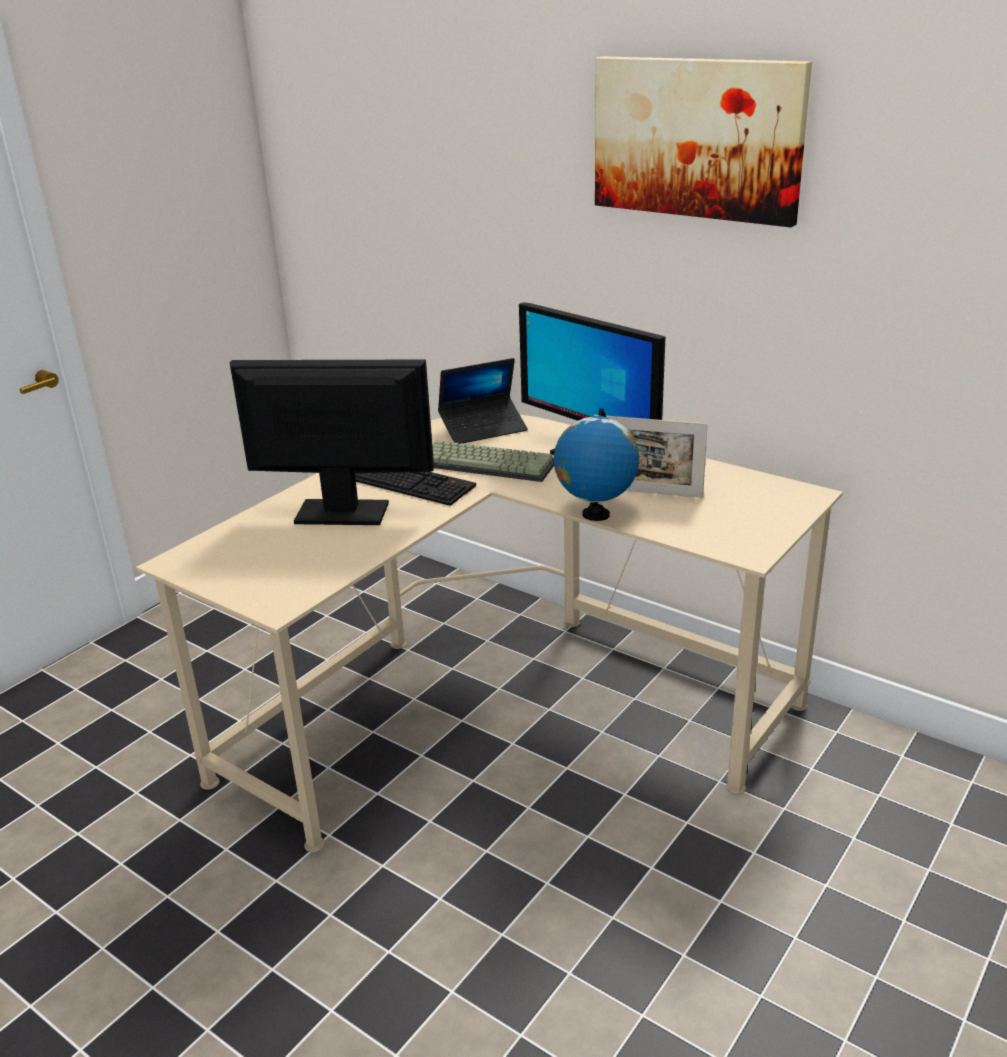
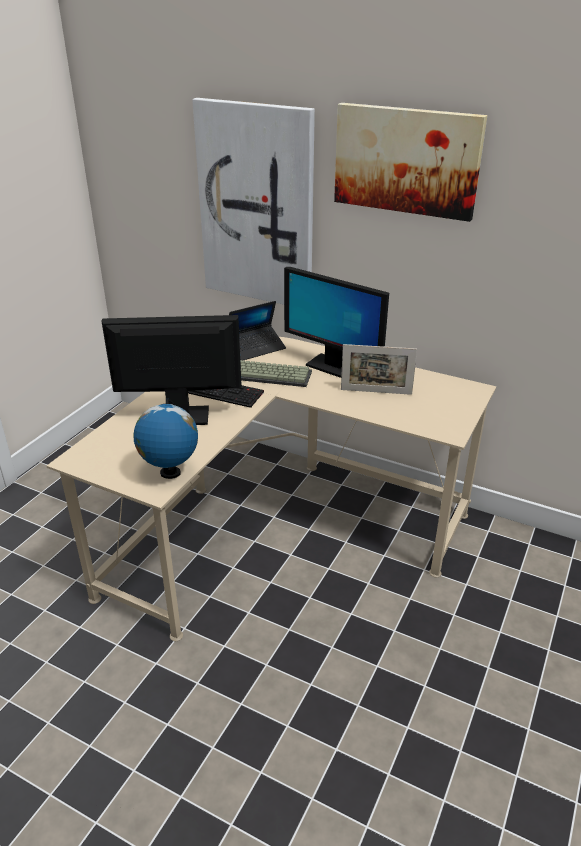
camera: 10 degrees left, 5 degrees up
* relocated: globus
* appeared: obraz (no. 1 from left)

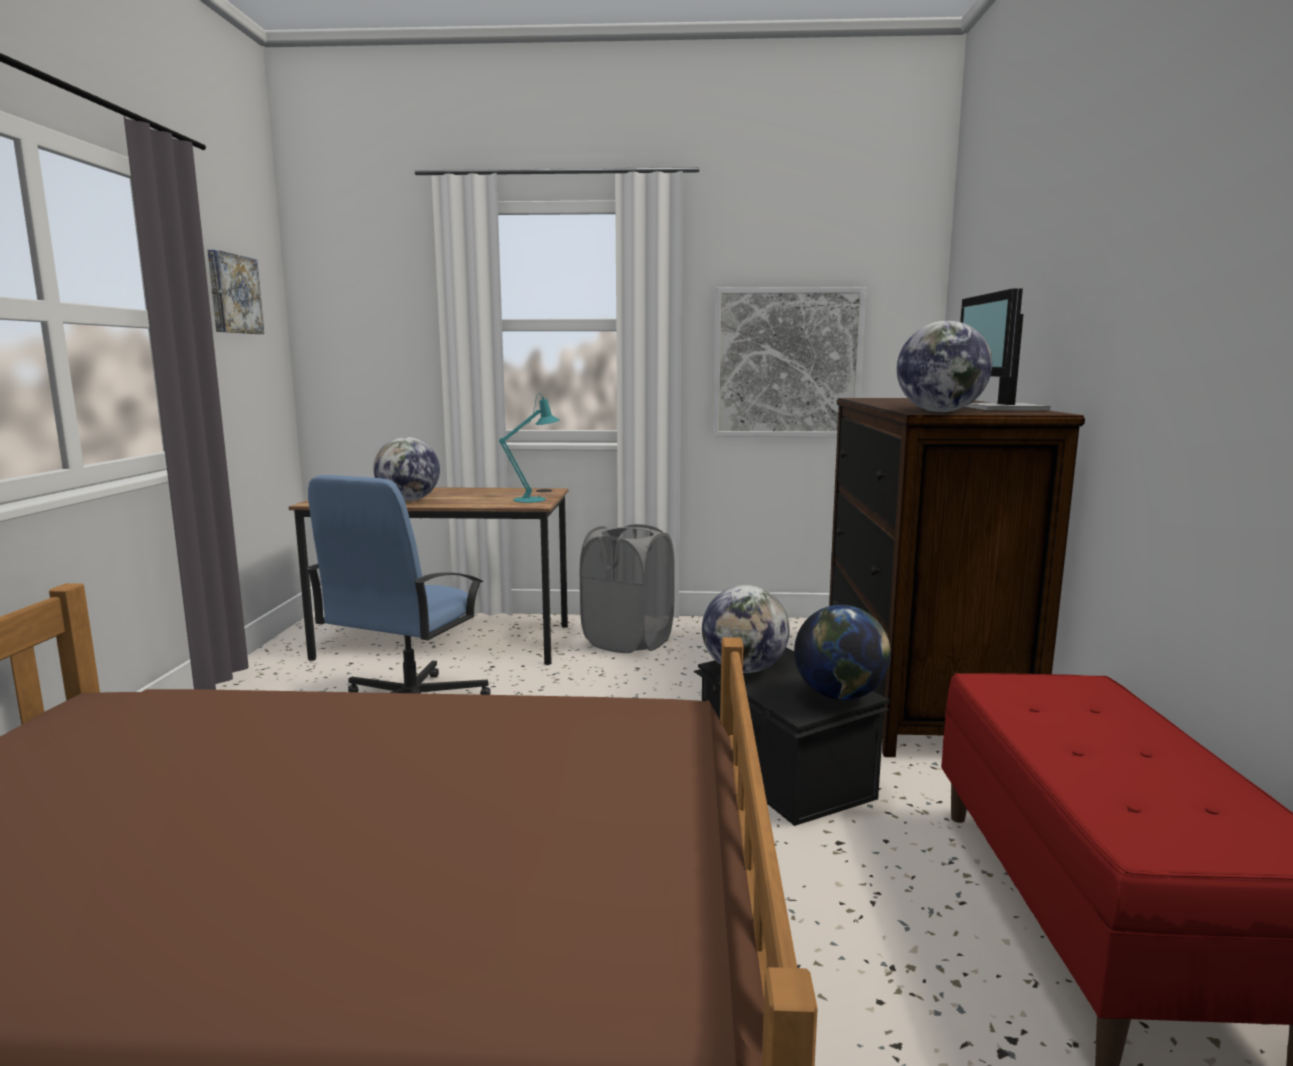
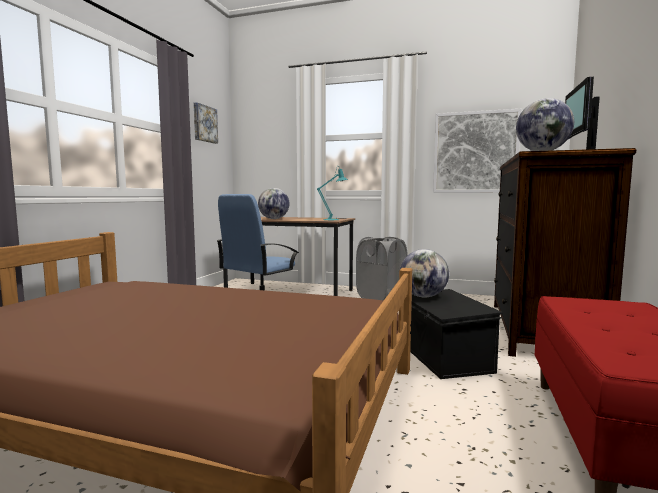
camera: 15 degrees right, 5 degrees down
* missing: globus (no. 3 from left)

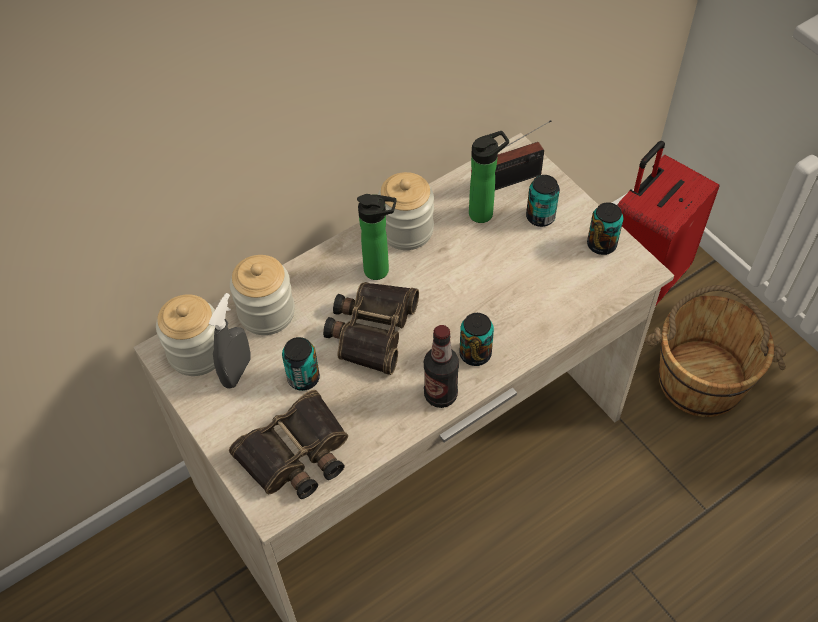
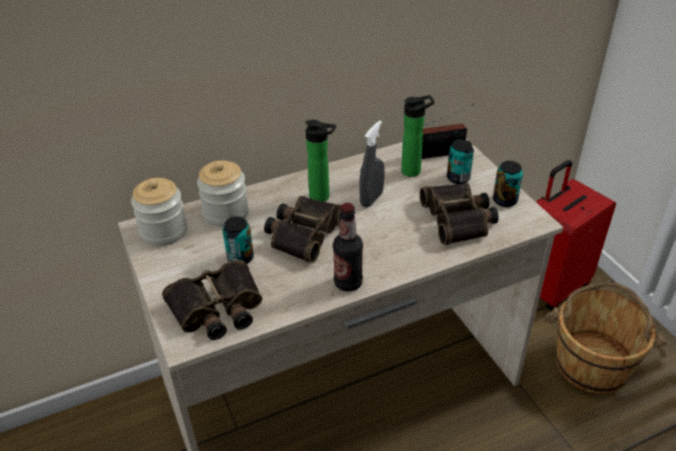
camera: 10 degrees right, 15 degrees down
* relocated: spryskiwacz (szary)
* missing: słoik (no. 3 from left)
* missing: puszka (no. 2 from left)
* appeared: lornetka (no. 3 from left)

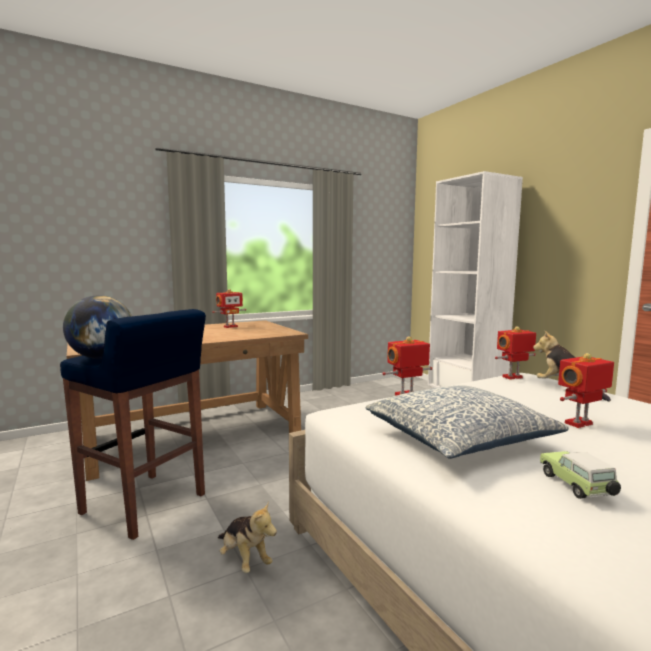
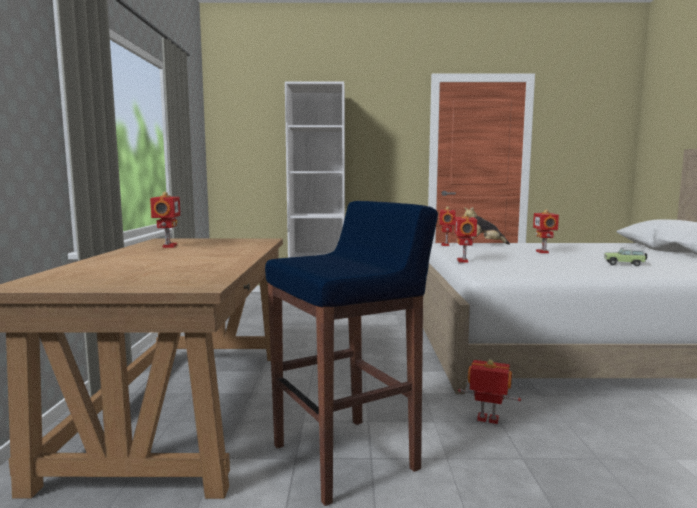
camera: 60 degrees left, 0 degrees up
* missing: globus
* exchanged: pluszak (no. 1 from left) to robot zabawkowy (no. 4 from left)
* missing: poduszka

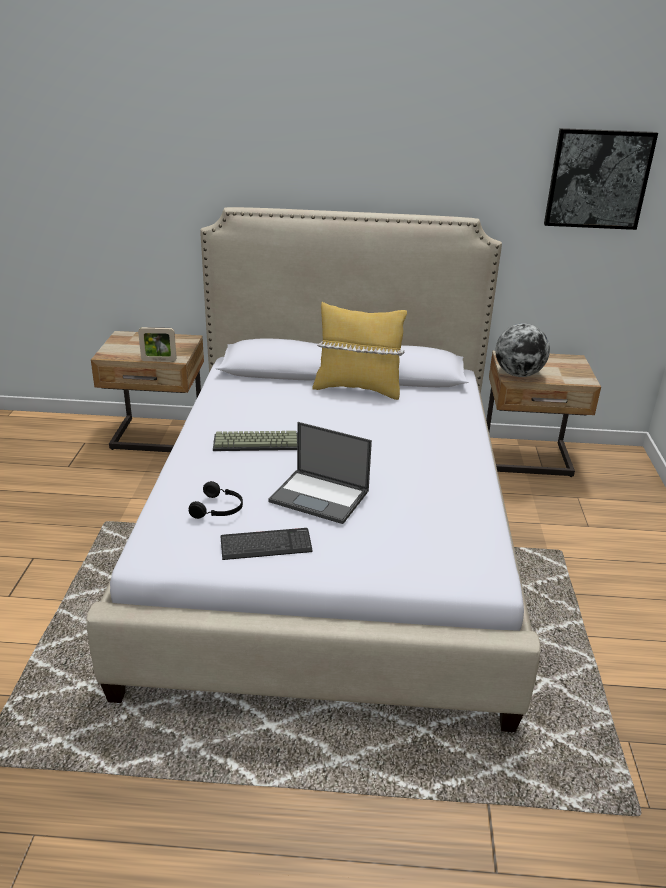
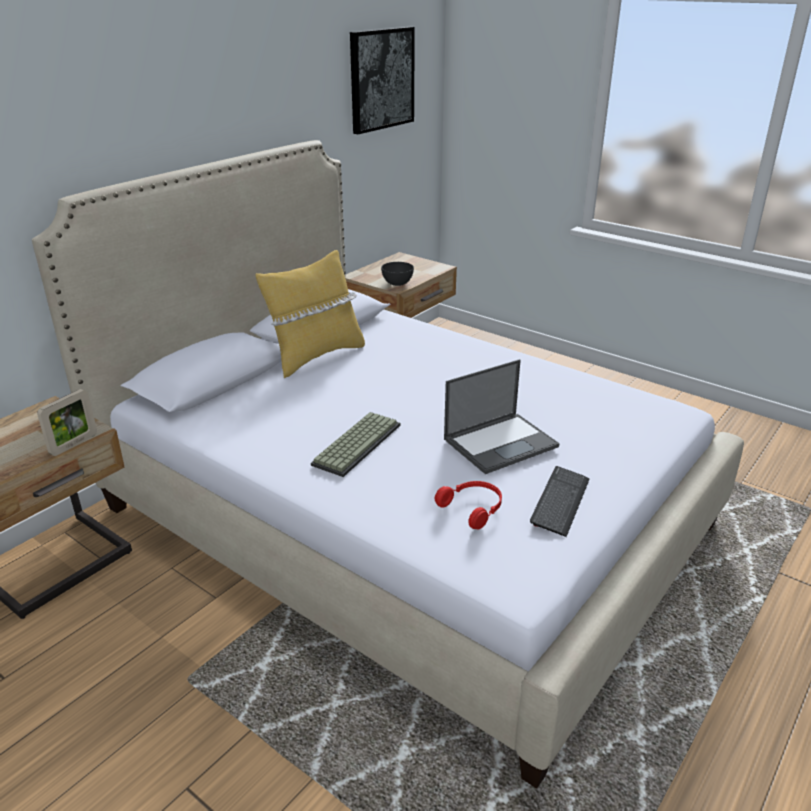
camera: 55 degrees left, 0 degrees up
* colour: słuchawki (czarny) to słuchawki (czerwony)
* exchanged: globus to miska (szary)

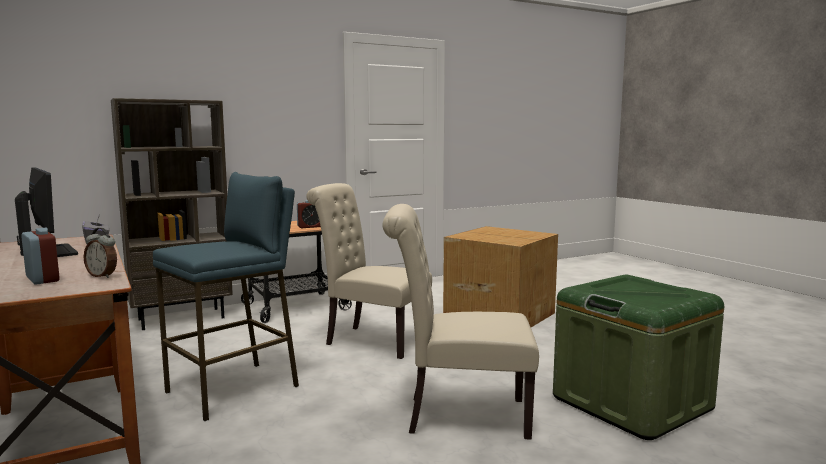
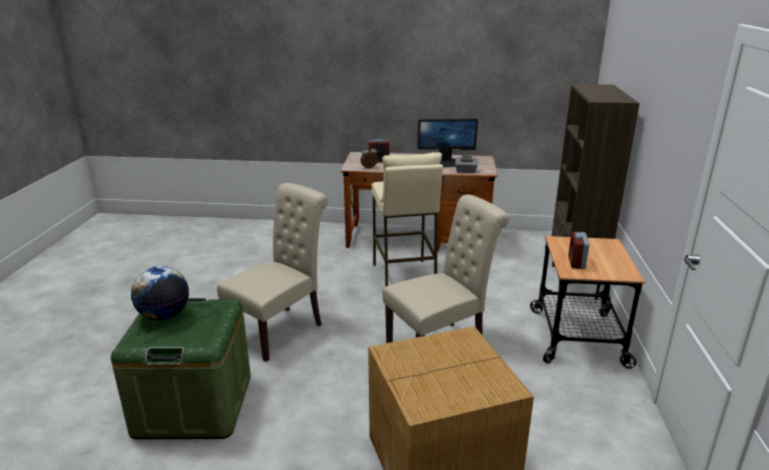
camera: 125 degrees right, 15 degrees up
* colour: stołek (niebieski) to stołek (beżowy)
* appeared: globus

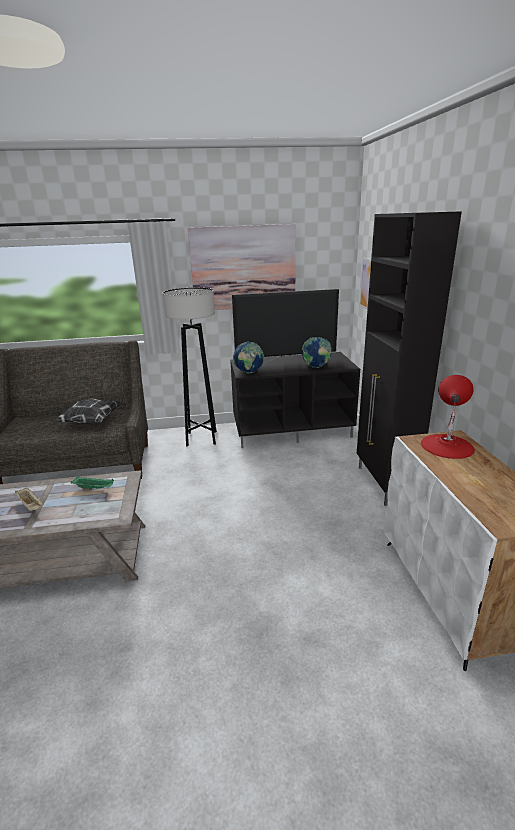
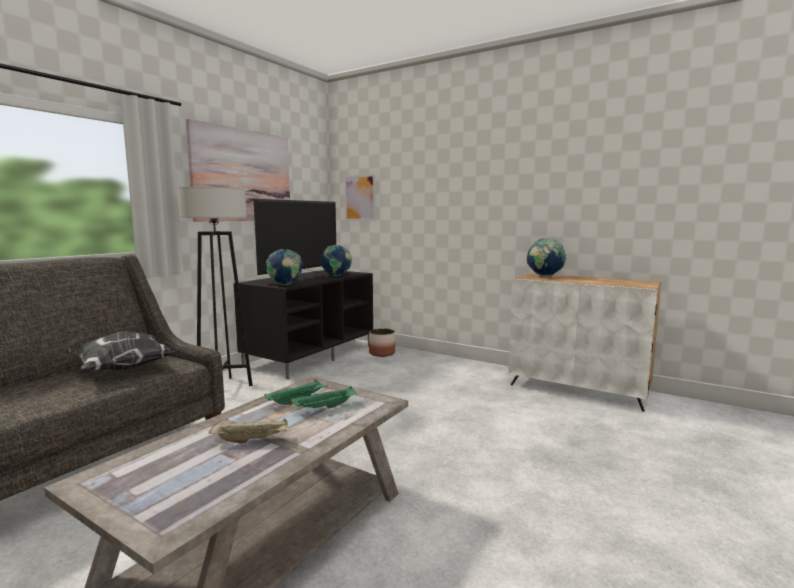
camera: 50 degrees left, 15 degrees down
* missing: szafka (czarny)
* exchanged: lampa stołowa (czerwony) to globus (no. 3 from left)
* appeared: taca (zielony) (no. 2 from left)
* appeared: donica

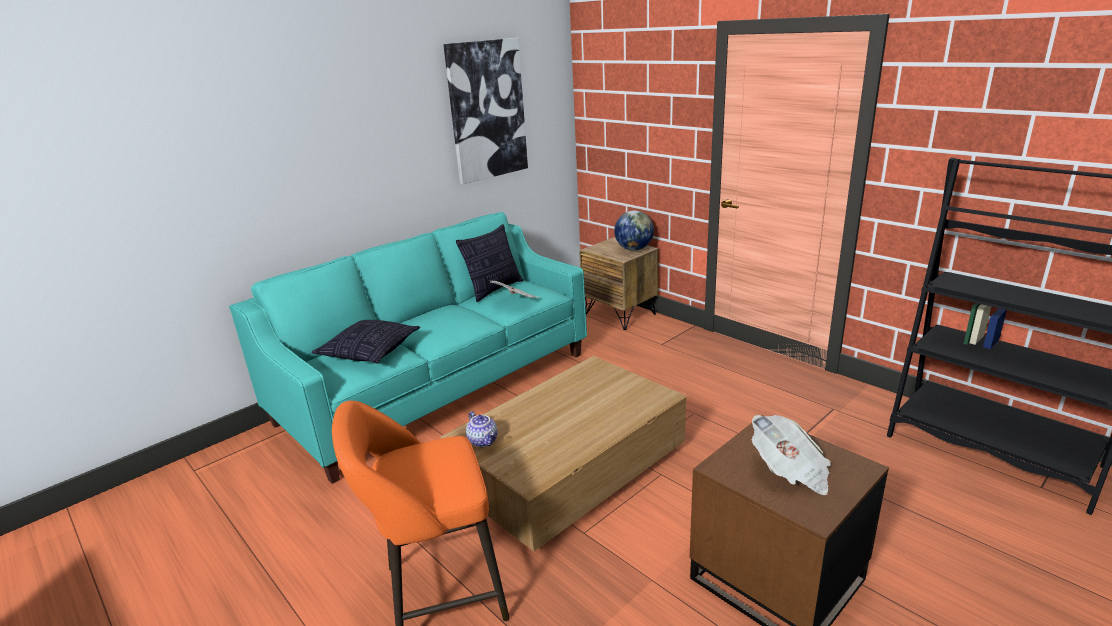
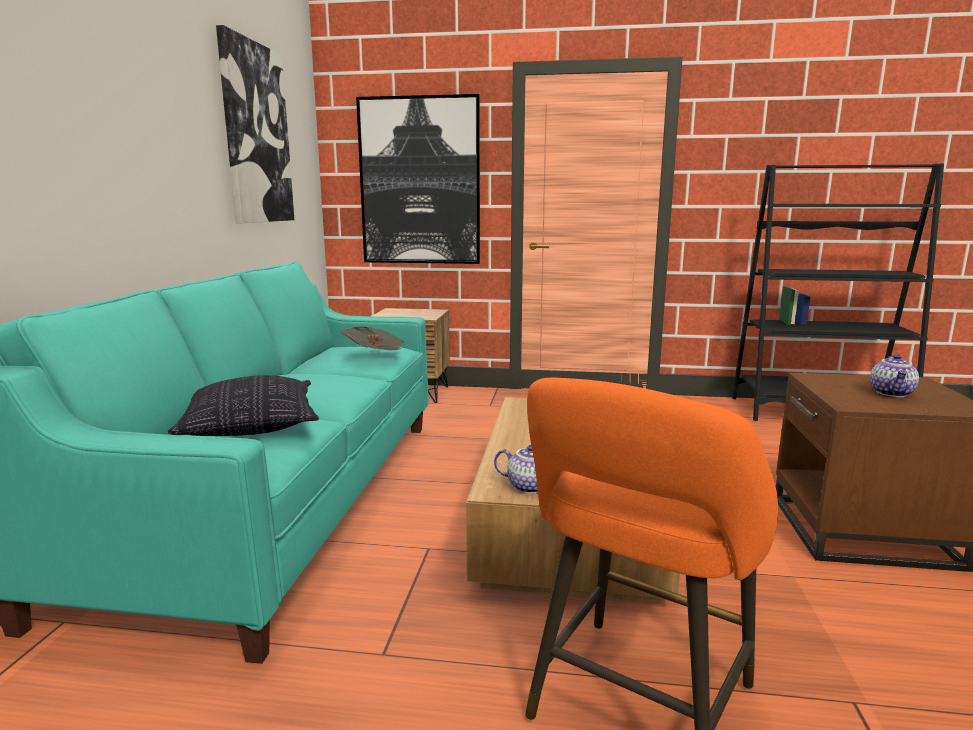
camera: 40 degrees left, 10 degrees down
* missing: poduszka (no. 2 from left)
* missing: globus
* exchanged: gazeta (no. 2 from left) to imbryk (no. 2 from left)
* appeared: obraz (no. 2 from left)

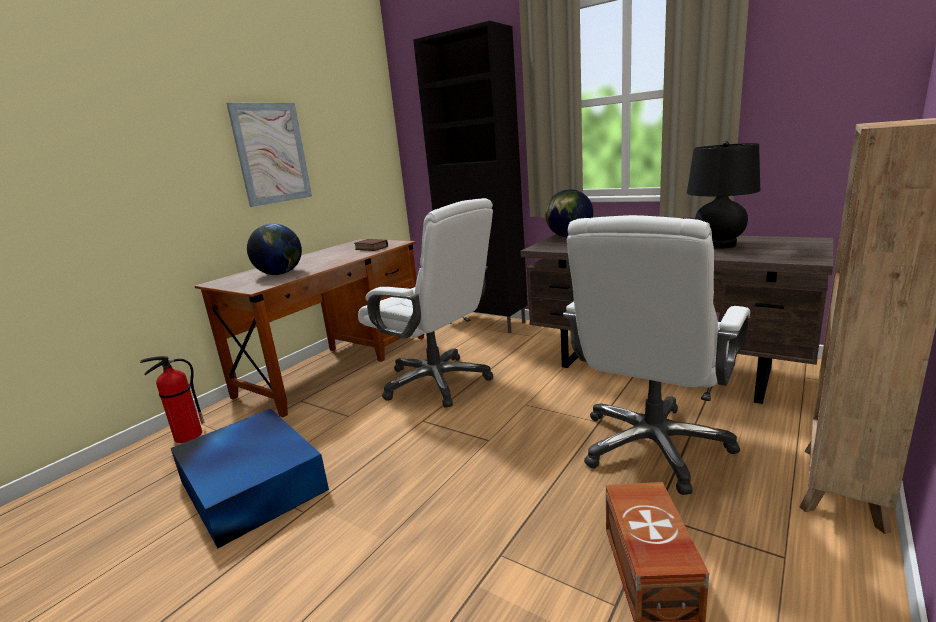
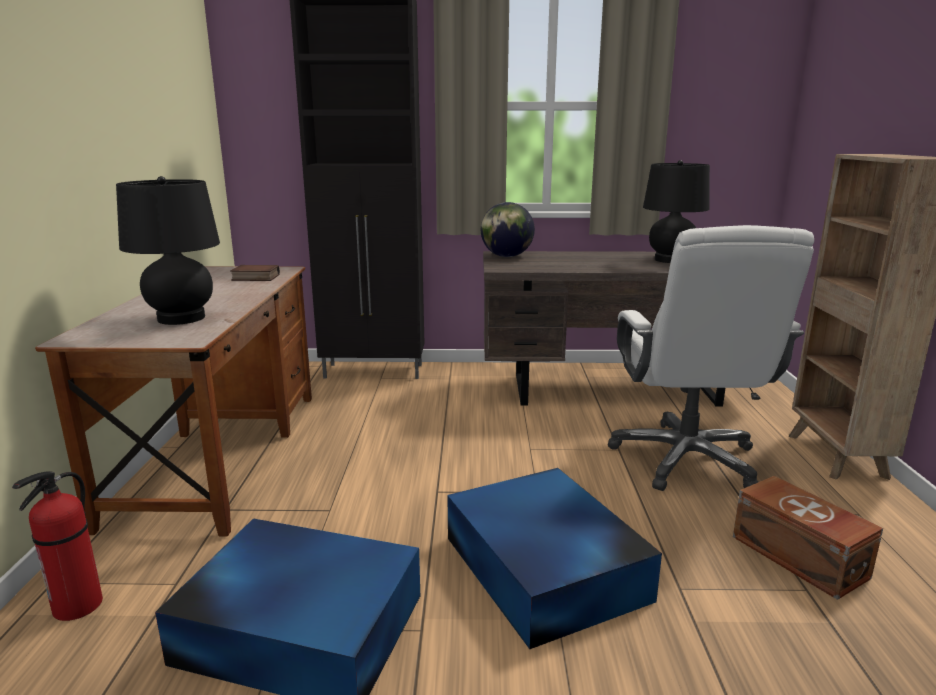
camera: 35 degrees left, 0 degrees up
* missing: obraz
* exchanged: globus (no. 1 from left) to lampa stołowa (czarny) (no. 1 from left)
* missing: krzesło biurowe (biały) (no. 1 from left)
* appeared: pojemnik do przechowywania (niebieski) (no. 2 from left)

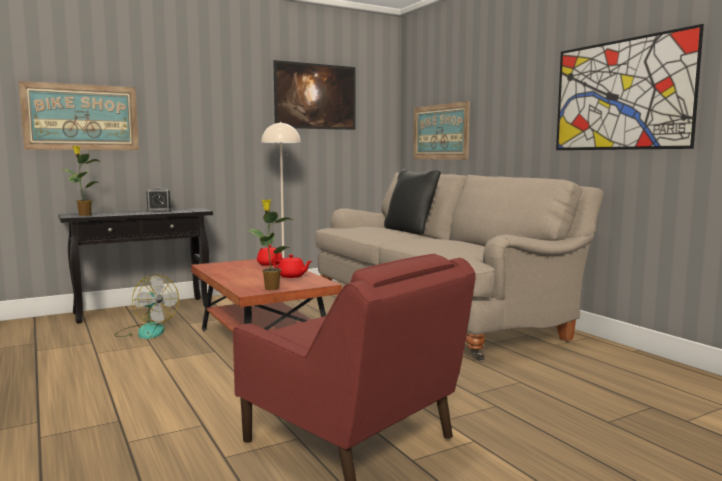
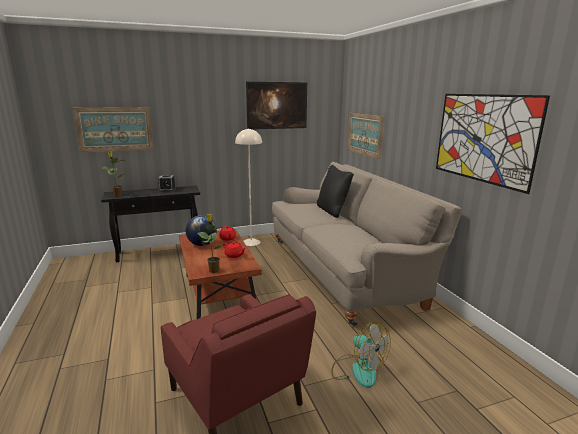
camera: 10 degrees right, 10 degrees up
* relocated: wentylator
* appeared: globus

